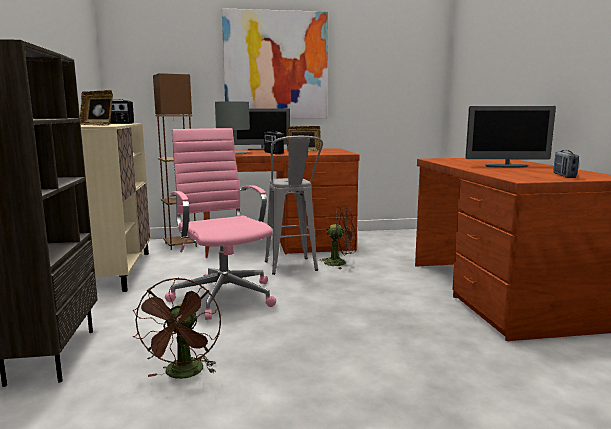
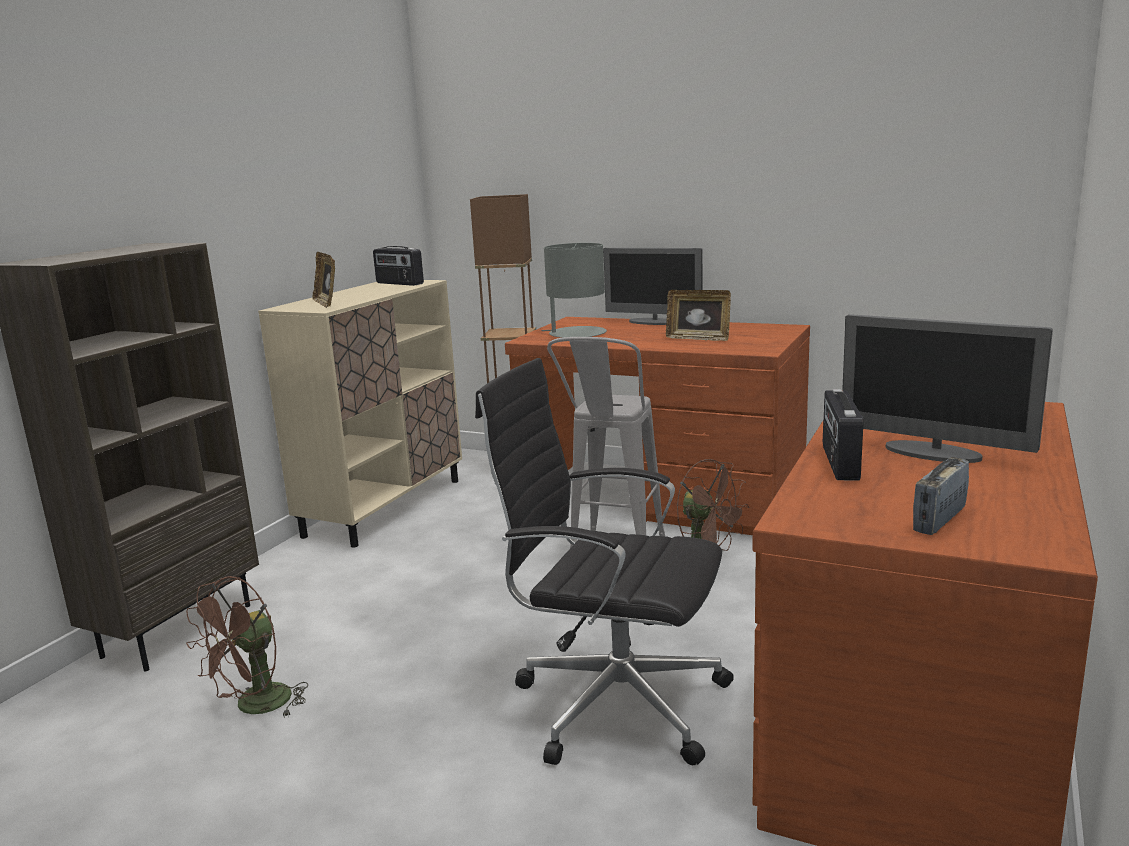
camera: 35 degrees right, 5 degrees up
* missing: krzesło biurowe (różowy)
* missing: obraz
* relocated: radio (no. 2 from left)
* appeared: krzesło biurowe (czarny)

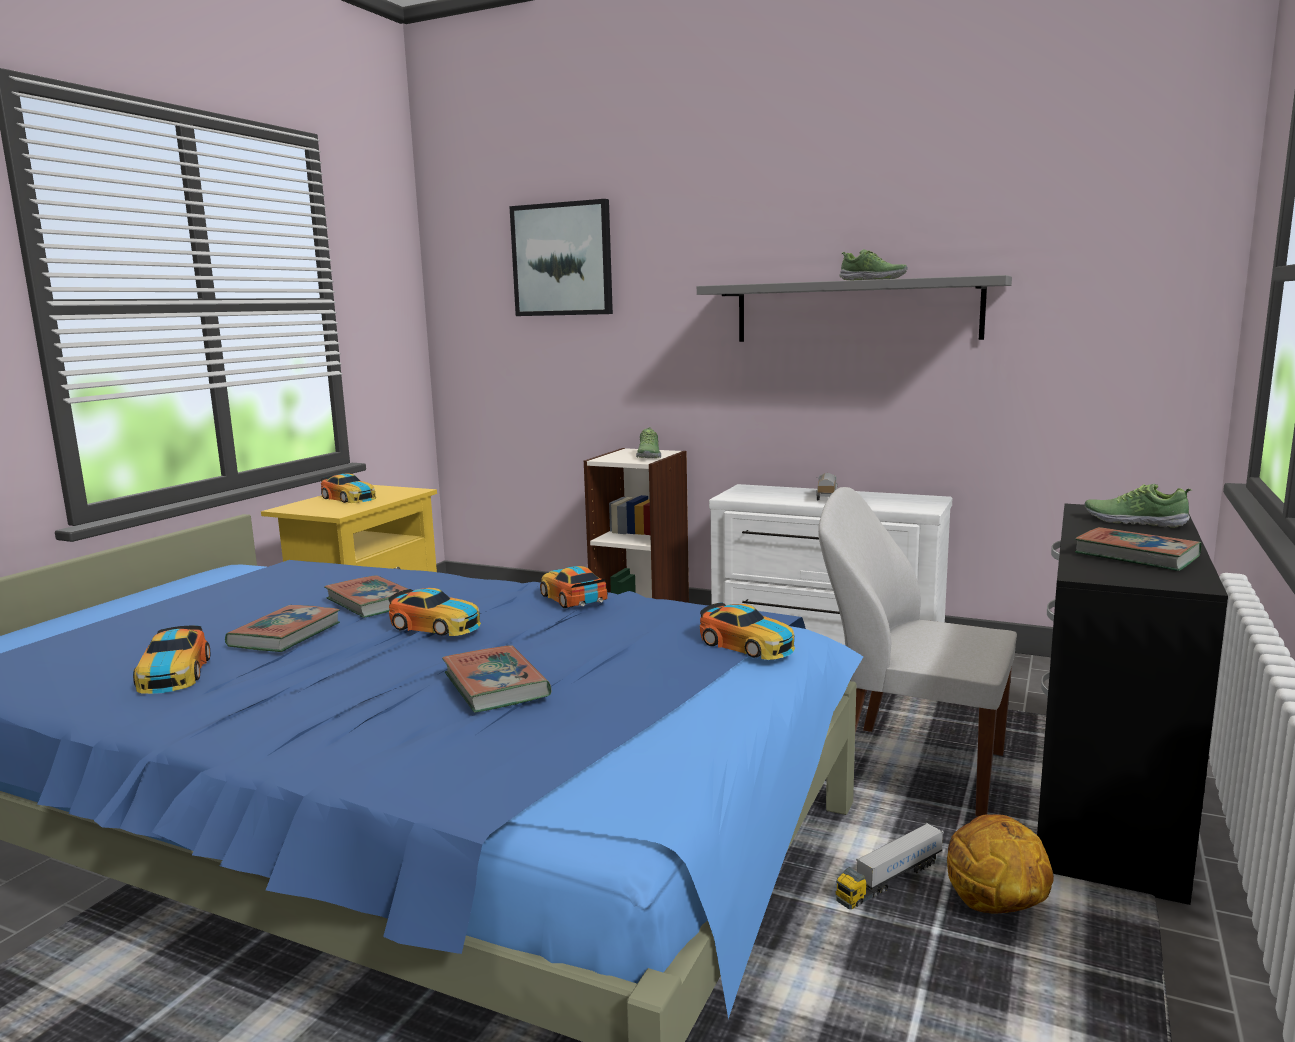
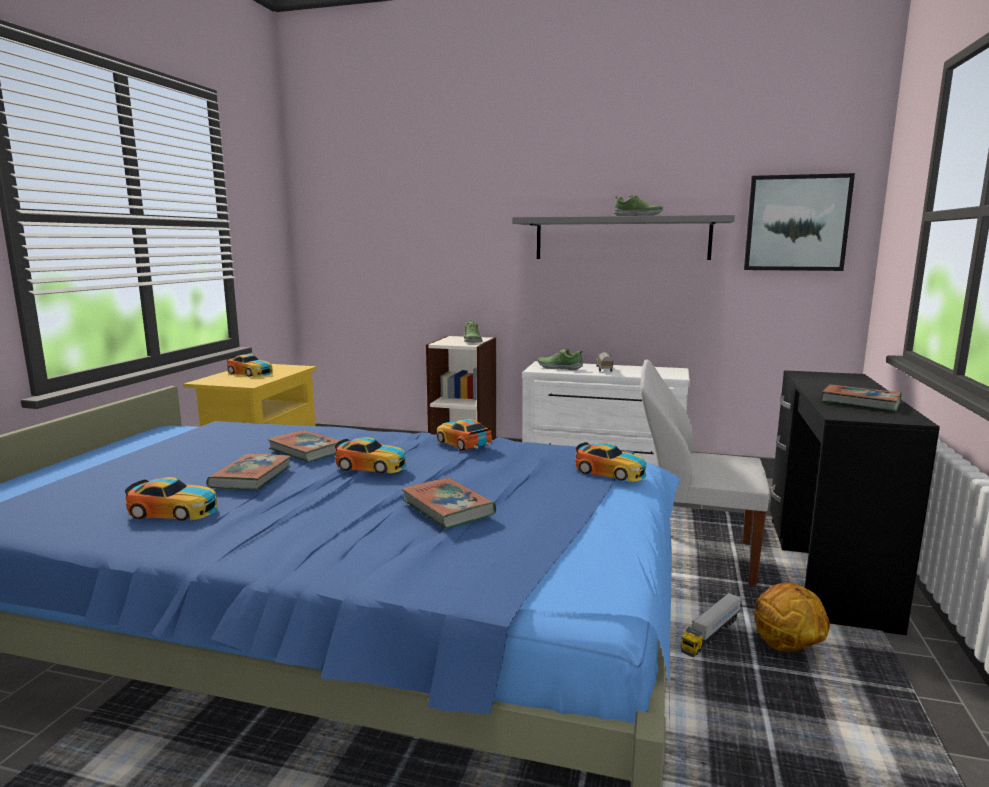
camera: 10 degrees left, 0 degrees up
* spun: samochodzik (no. 1 from left) 60 degrees counterclockwise
* relocated: obraz
* relocated: but (no. 3 from left in the first image) to but (no. 2 from left)

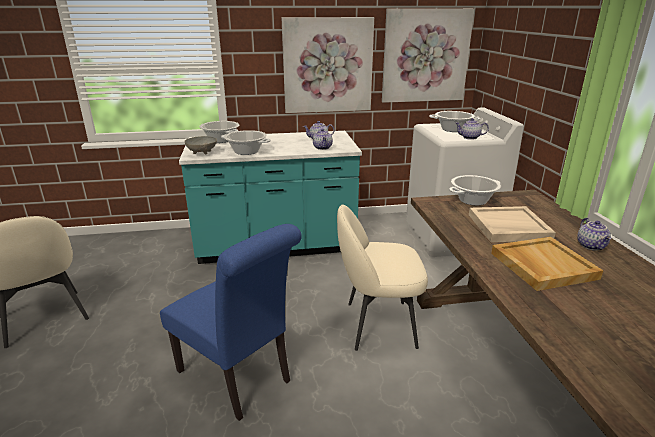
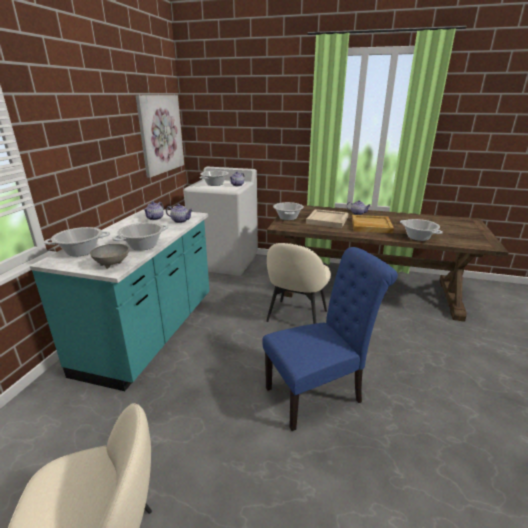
camera: 65 degrees left, 0 degrees up
* missing: obraz (no. 1 from left)
* appeared: garnek (no. 5 from left)

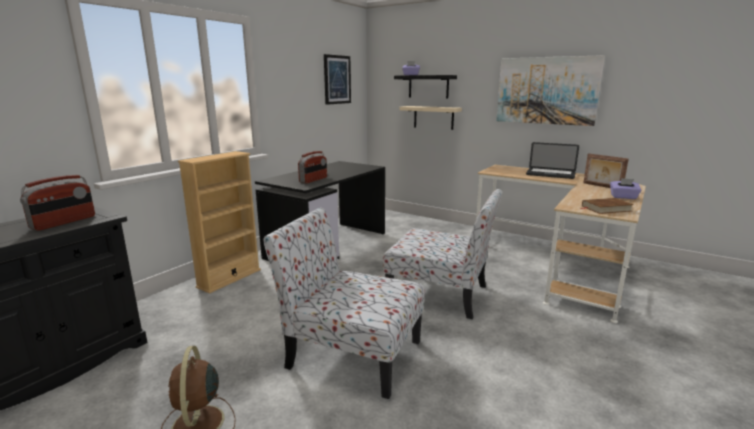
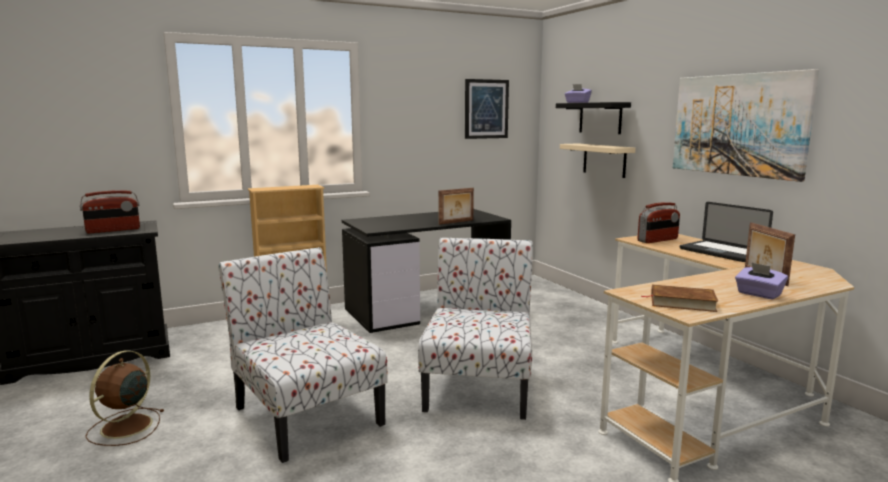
camera: 30 degrees right, 5 degrees down
* relocated: radio (no. 2 from left)
* spun: krzesło (no. 2 from left) 135 degrees counterclockwise
* appeared: ramka na zdjęcie (no. 1 from left)

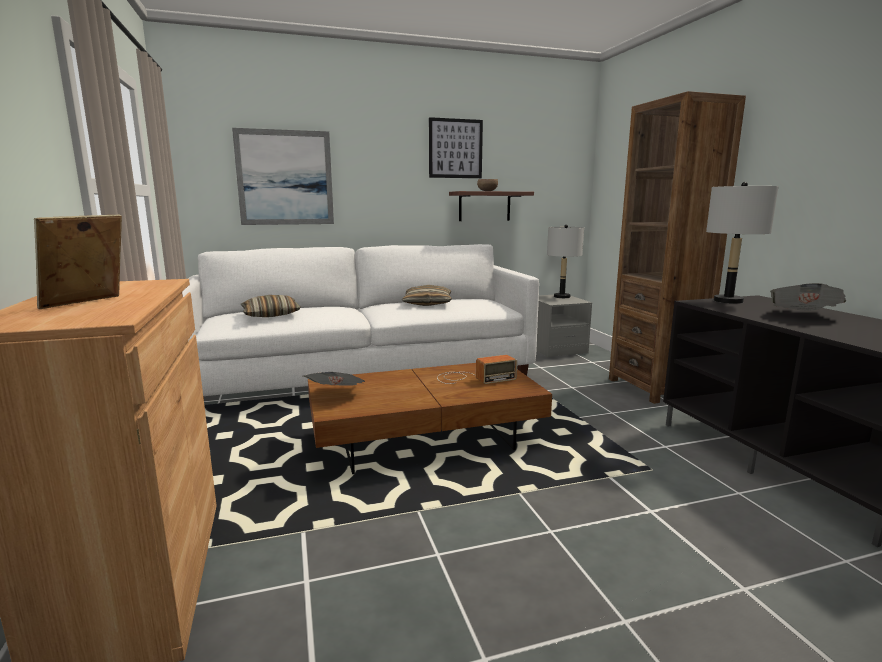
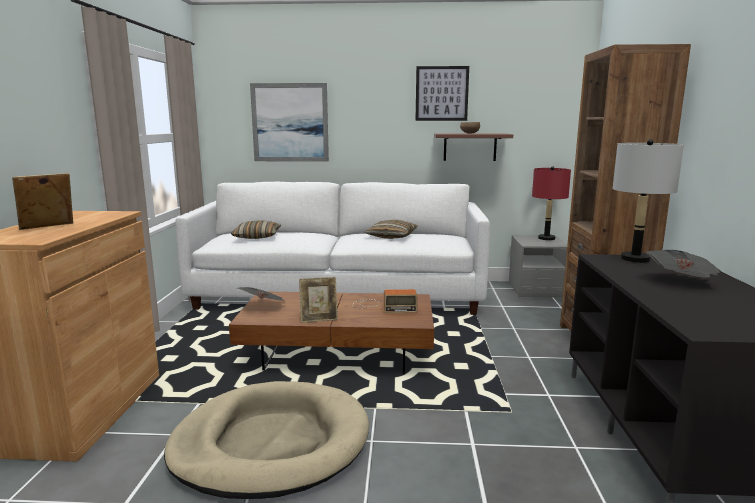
camera: 20 degrees right, 0 degrees up
* colour: lampa stołowa (szary) (no. 1 from left) to lampa stołowa (czerwony)
* appeared: legowisko (beżowy)
* appeared: ramka na zdjęcie (no. 2 from left)

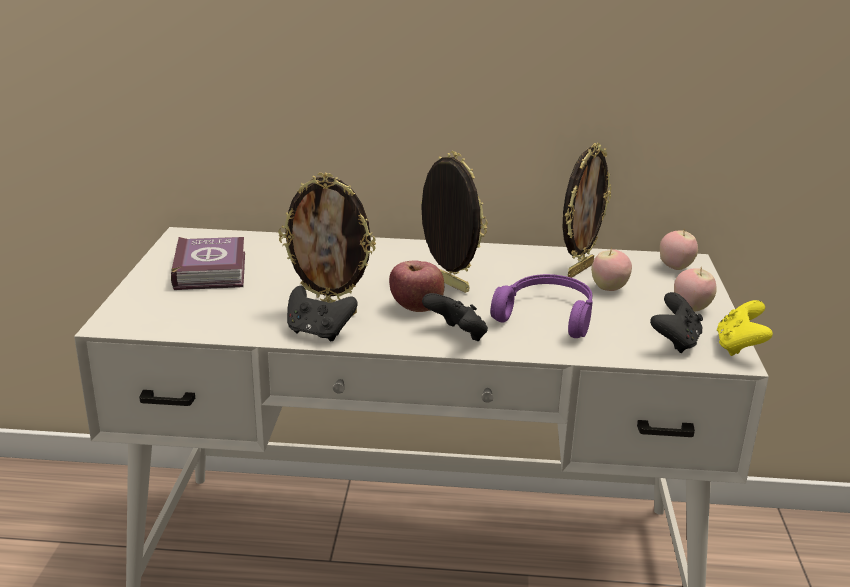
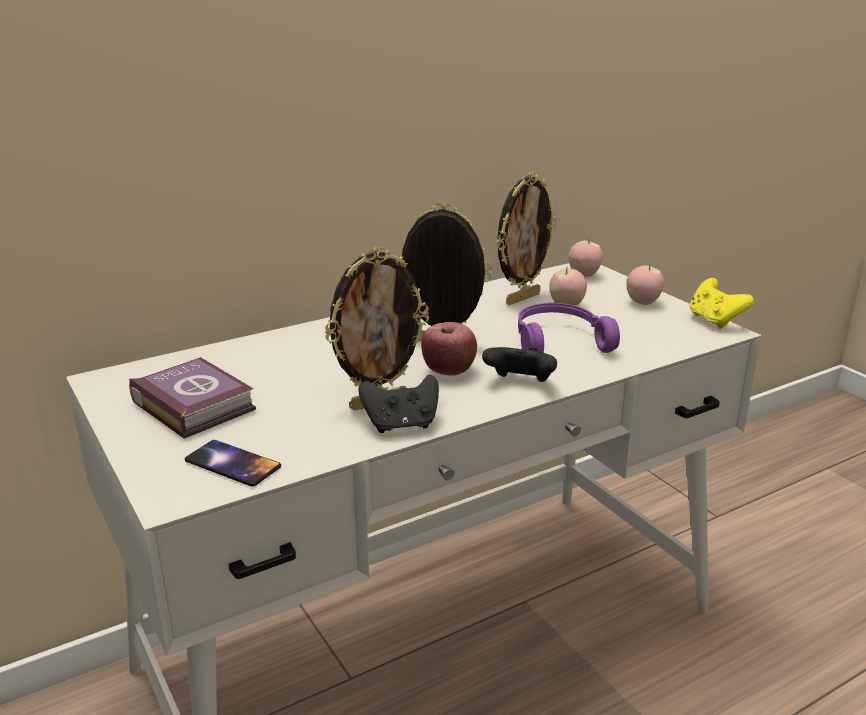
camera: 35 degrees left, 0 degrees up
* spun: ramka na zdjęcie (no. 3 from left) 45 degrees clockwise
* missing: pad do gier (czarny) (no. 3 from left)
* appeared: telefon

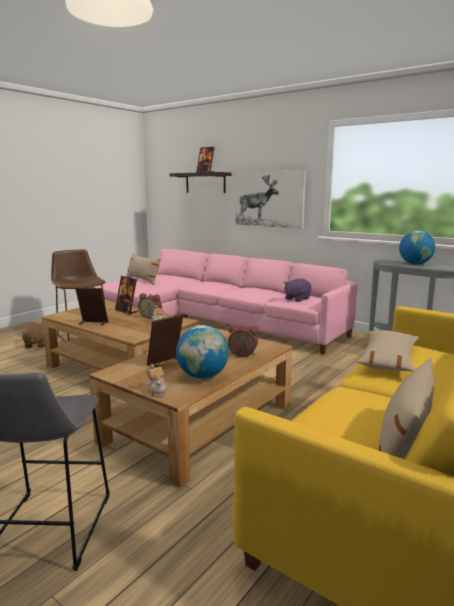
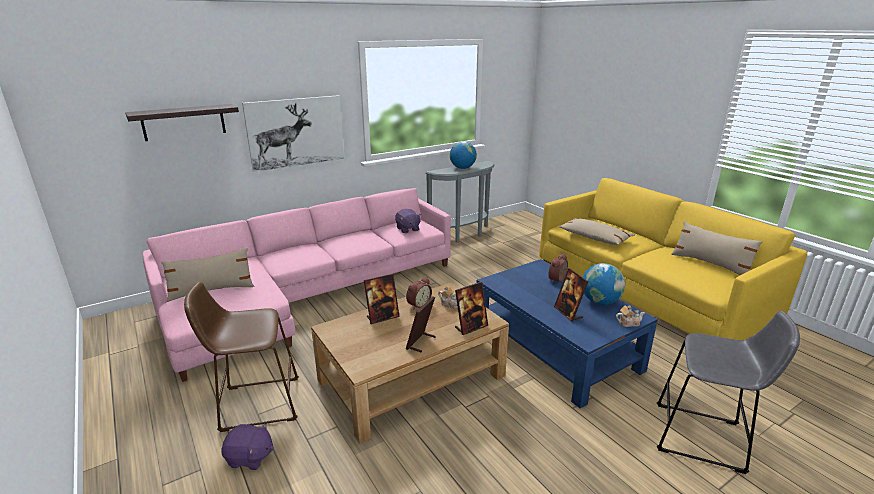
camera: 70 degrees left, 10 degrees up
* colour: pluszak (brązowy) to pluszak (fioletowy) (no. 1 from left)
* colour: ława (brązowy) (no. 2 from left) to ława (niebieski)
* relocated: ramka na zdjęcie (no. 4 from left in the first image) to ramka na zdjęcie (no. 3 from left)

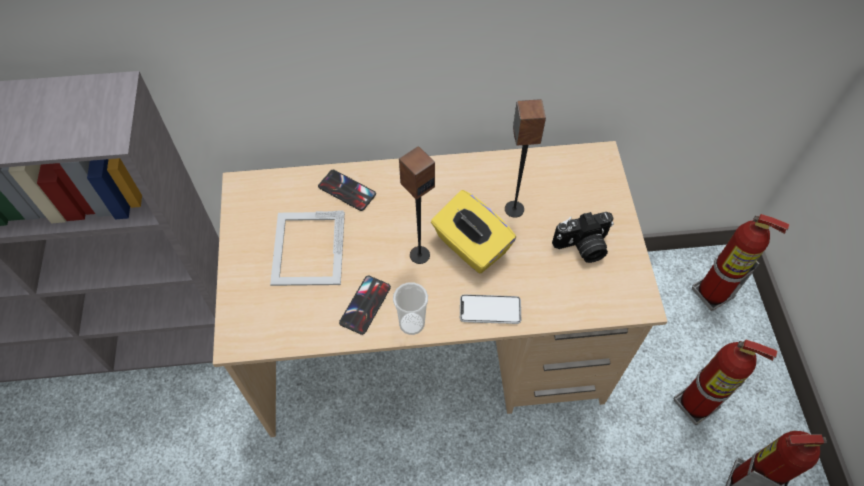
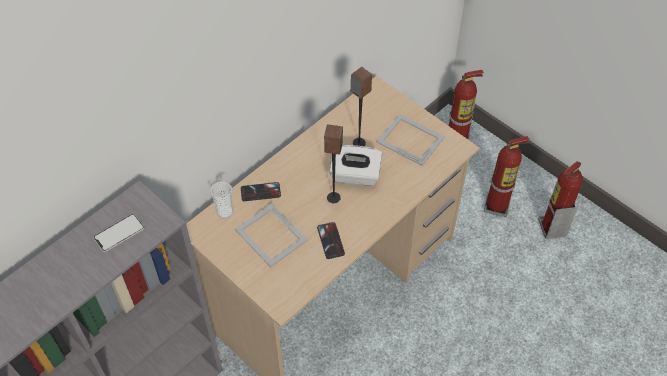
camera: 40 degrees left, 5 degrees down
* relocated: filiżanka
* colour: pudełko chusteczek (żółty) to pudełko chusteczek (biały)
* relocated: telefon (no. 3 from left in the first image) to telefon (no. 1 from left)
* exchanged: aparat fotograficzny to ramka na zdjęcie (no. 2 from left)

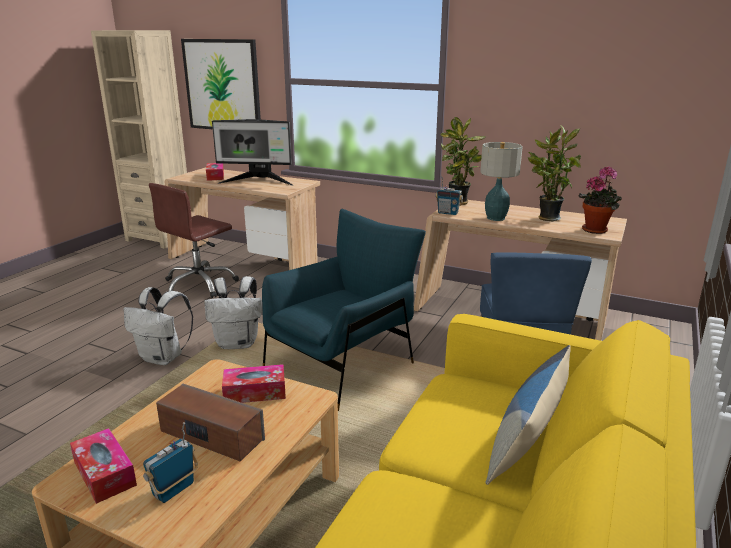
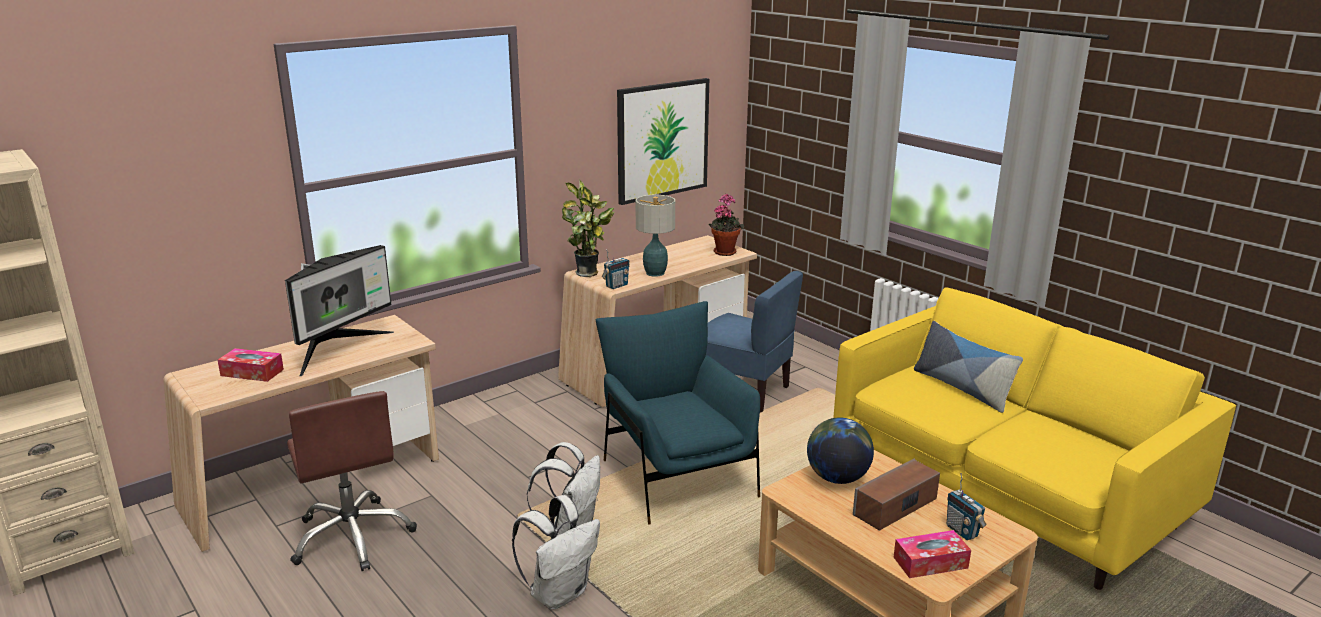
camera: 65 degrees left, 0 degrees up
* relocated: obraz
* exchanged: pudełko chusteczek (no. 3 from left) to globus
* missing: roślina doniczkowa (no. 2 from left)

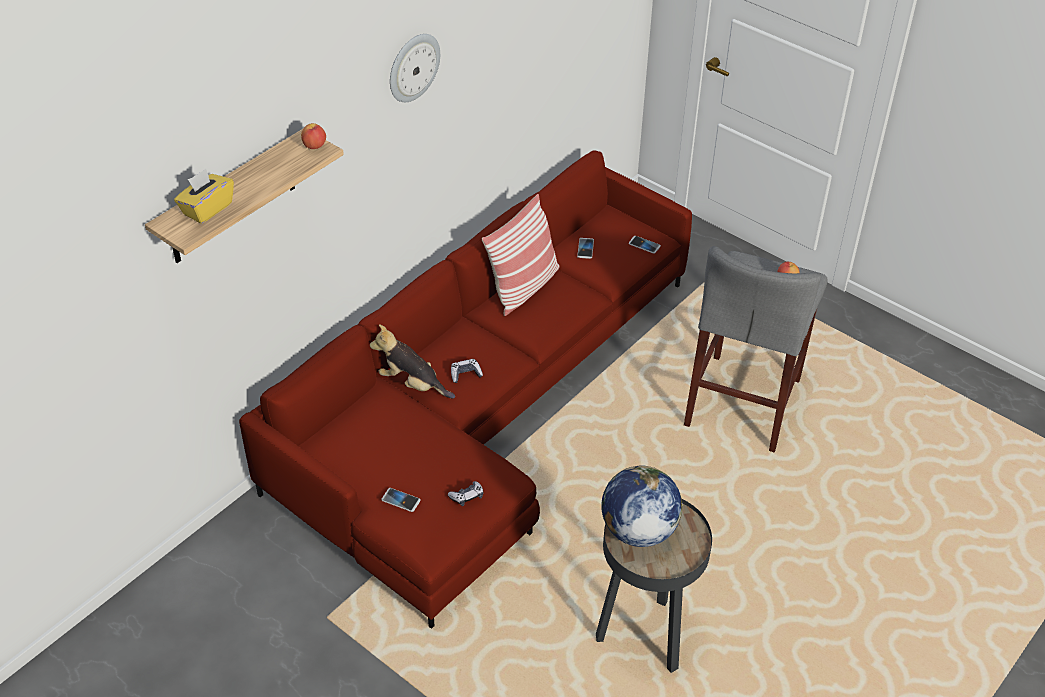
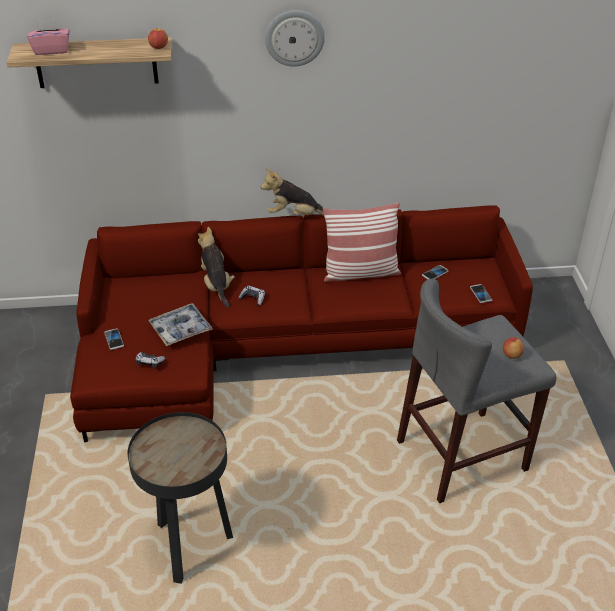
camera: 45 degrees right, 5 degrees down
* colour: pudełko chusteczek (żółty) to pudełko chusteczek (różowy)
* missing: globus
* appeared: taca
* appeared: pluszak (no. 2 from left)

